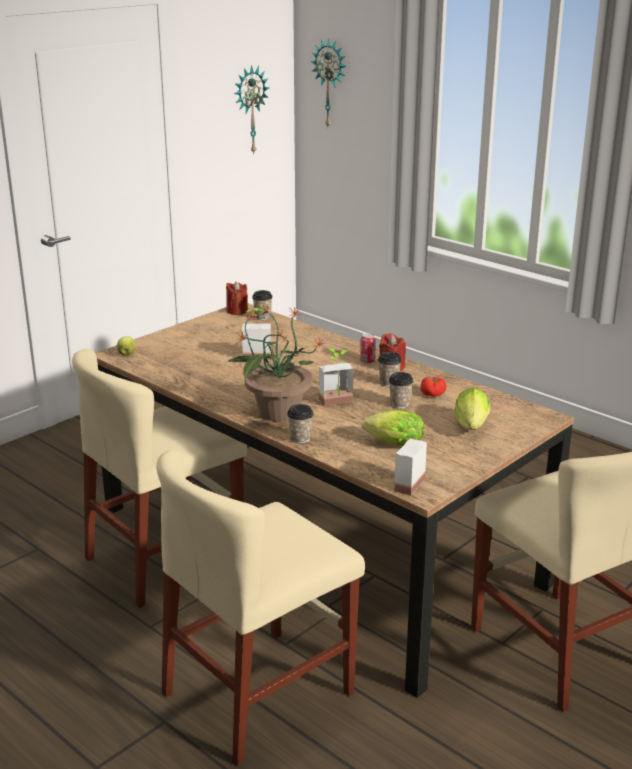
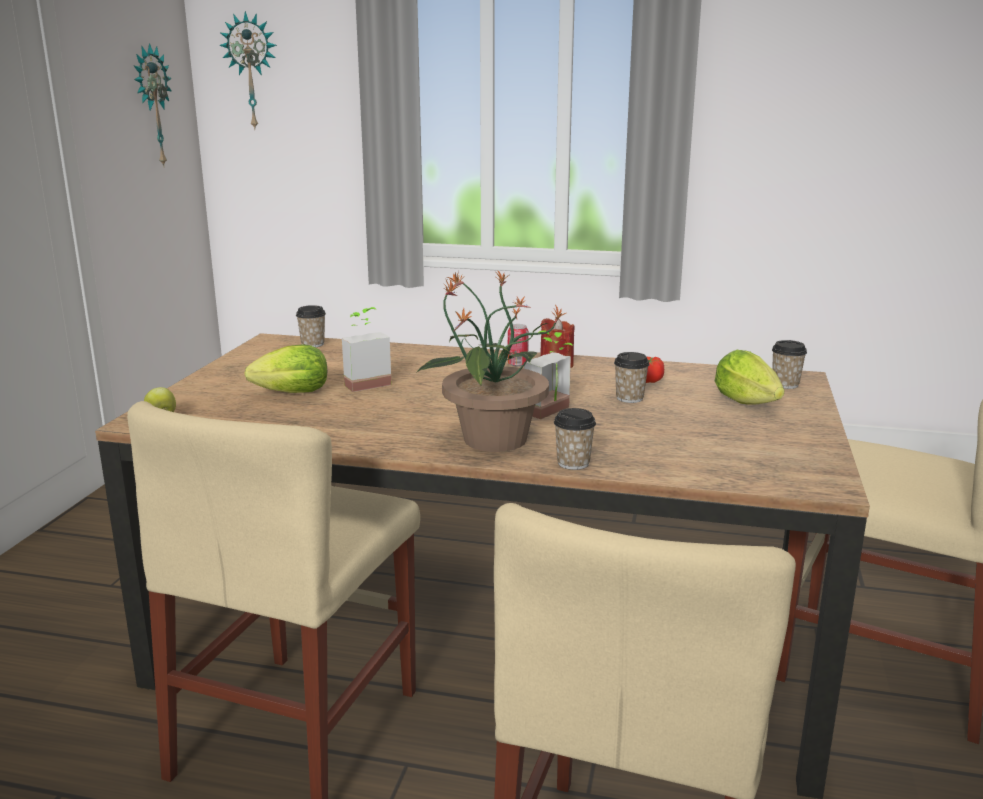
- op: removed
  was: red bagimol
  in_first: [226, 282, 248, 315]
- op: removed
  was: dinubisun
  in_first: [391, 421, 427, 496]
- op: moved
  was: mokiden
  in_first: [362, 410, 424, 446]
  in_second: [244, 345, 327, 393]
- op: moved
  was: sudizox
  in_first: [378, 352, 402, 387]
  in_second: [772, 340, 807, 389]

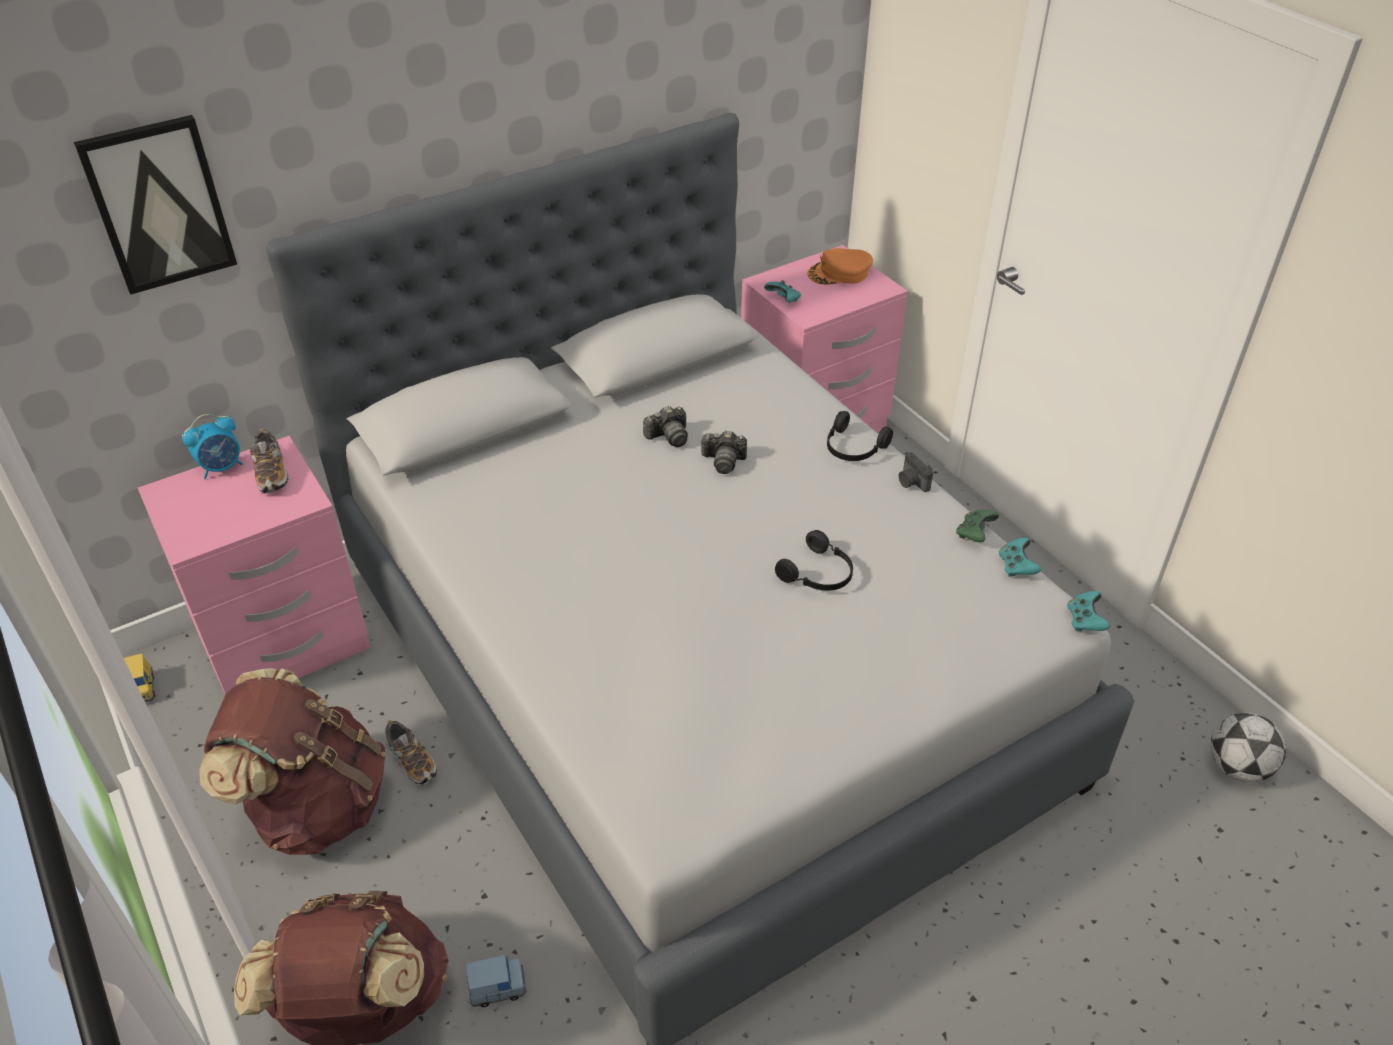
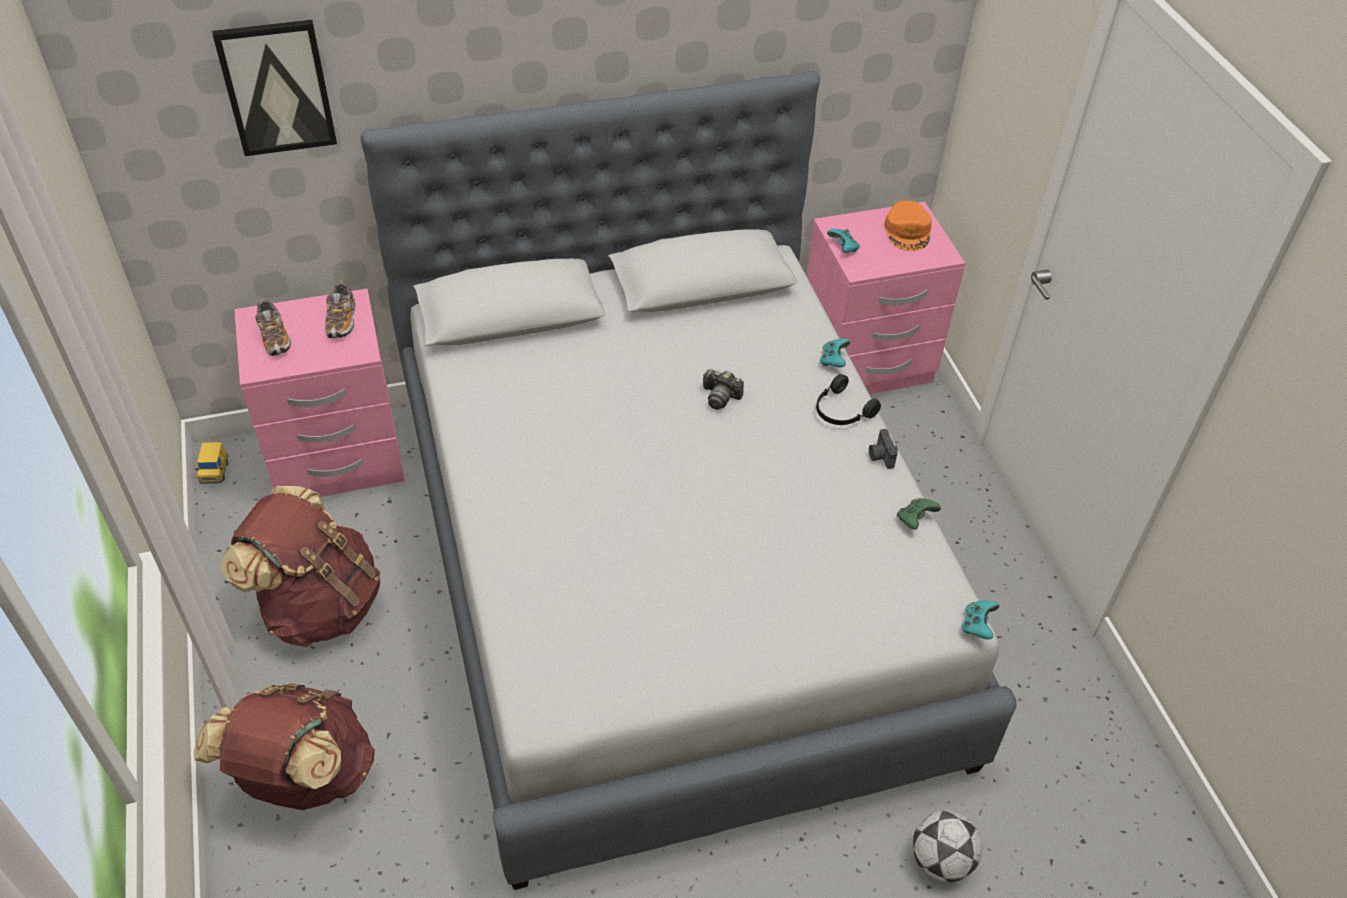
- op: removed
  was: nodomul
  in_first: [182, 414, 243, 479]
- op: removed
  was: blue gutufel
  in_first: [466, 955, 527, 1007]
- op: removed
  was: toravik
  in_first: [643, 406, 688, 447]
- op: removed
  was: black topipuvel
  in_first: [775, 530, 853, 591]
- op: moved
  was: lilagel
  in_first: [386, 720, 437, 785]
  in_second: [255, 298, 292, 356]
- op: moved
  was: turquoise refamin
  in_first: [999, 538, 1041, 577]
  in_second: [820, 339, 850, 367]
- op: moved
  was: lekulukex
  in_first: [1211, 713, 1286, 782]
  in_second: [912, 811, 982, 882]
- op: turned
  was: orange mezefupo
  in_first: [807, 248, 873, 285]
  in_second: [884, 201, 932, 251]
  clockwise: -90

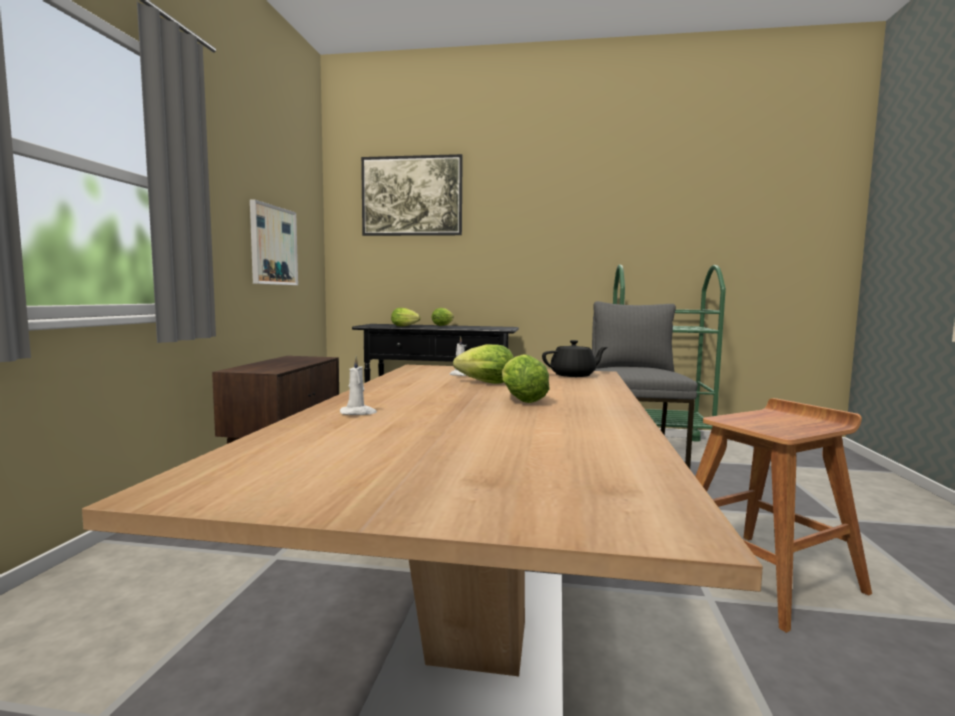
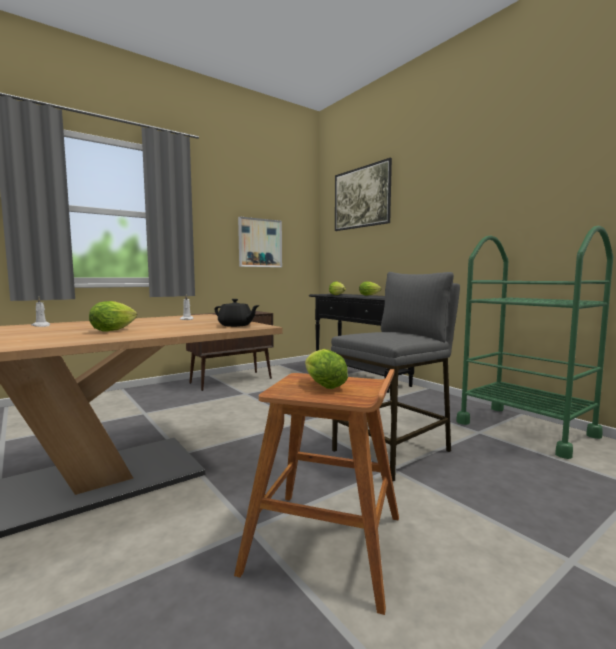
- op: moved
  was: mokiden
  in_first: [453, 344, 514, 384]
  in_second: [305, 349, 348, 389]

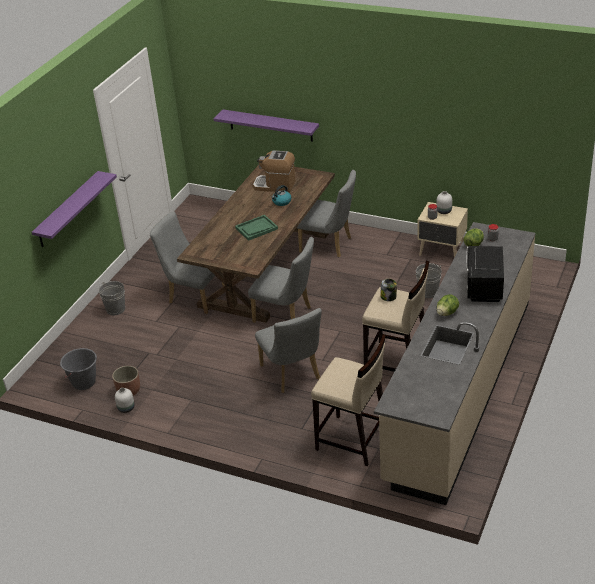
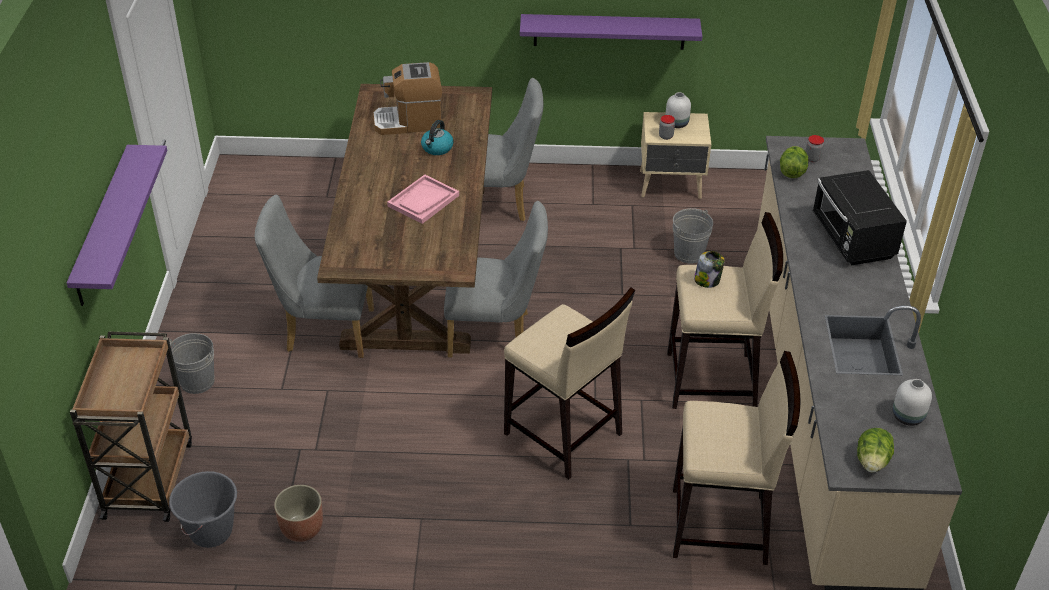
- op: added
  now: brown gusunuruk
  in_second: [70, 331, 192, 522]
- op: moved
  was: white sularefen
  in_first: [115, 388, 135, 413]
  in_second: [893, 379, 932, 426]
- op: moved
  was: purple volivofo
  in_first: [213, 109, 319, 142]
  in_second: [520, 14, 702, 50]
- op: moved
  was: mokiden
  in_first: [437, 294, 459, 316]
  in_second: [857, 428, 894, 473]
- op: replaced
  was: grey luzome
  now: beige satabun
  in_first: [255, 308, 322, 393]
  in_second: [504, 287, 635, 480]
- op: recoloured
  was: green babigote
  now: pink babigote
  in_first: [235, 215, 278, 241]
  in_second: [387, 175, 459, 224]

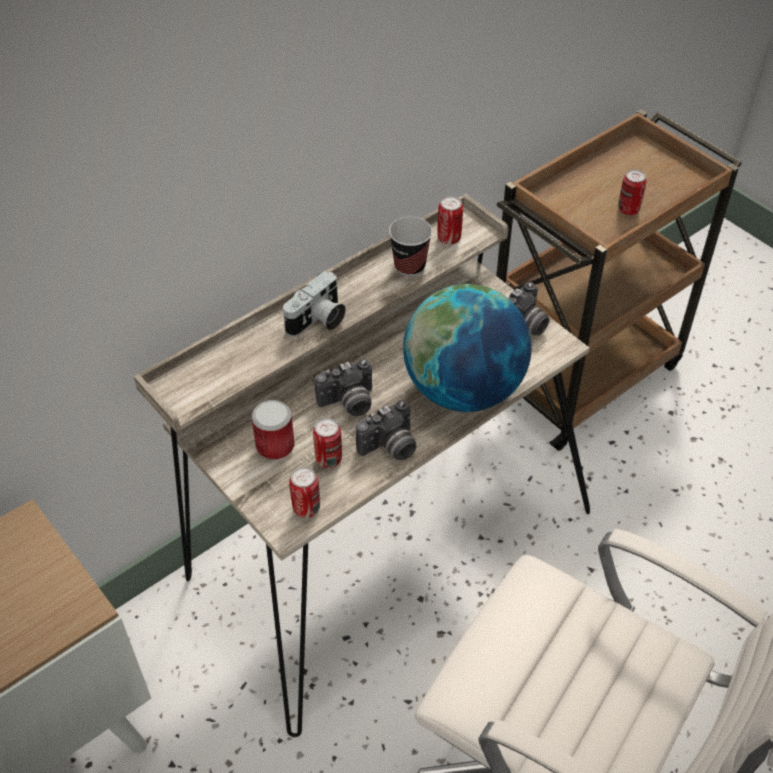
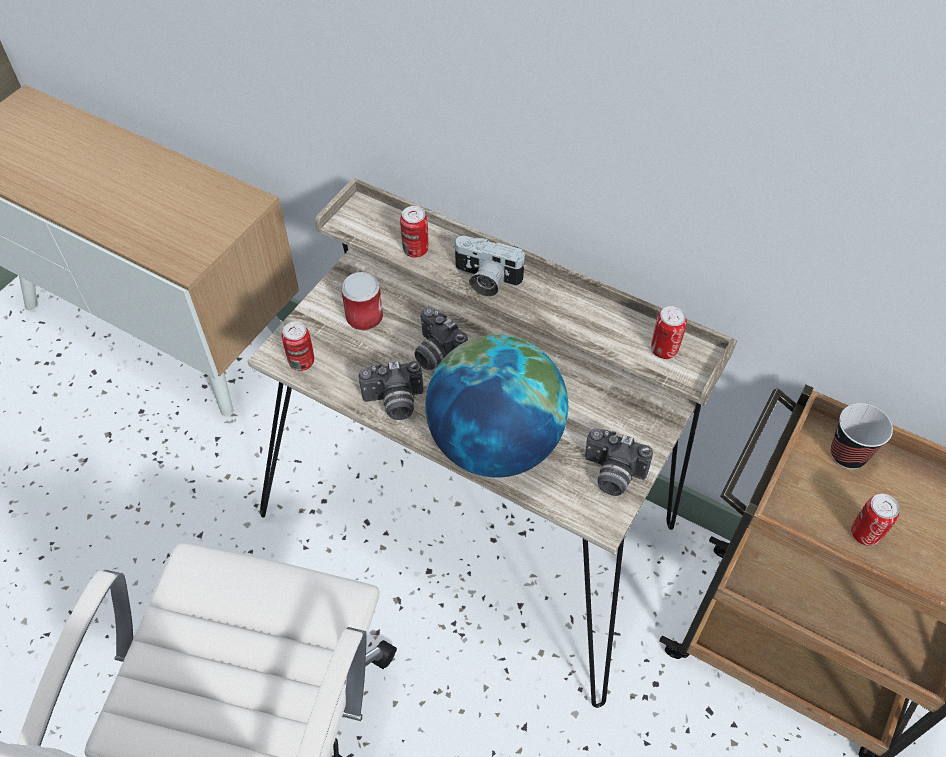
- op: moved
  was: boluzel
  in_first: [313, 418, 342, 468]
  in_second: [400, 206, 428, 258]
- op: moved
  was: sudizox
  in_first: [389, 217, 432, 276]
  in_second: [831, 403, 893, 469]
- op: turned
  was: toravik
  in_first: [356, 400, 417, 460]
  in_second: [359, 361, 424, 420]
  clockwise: -45

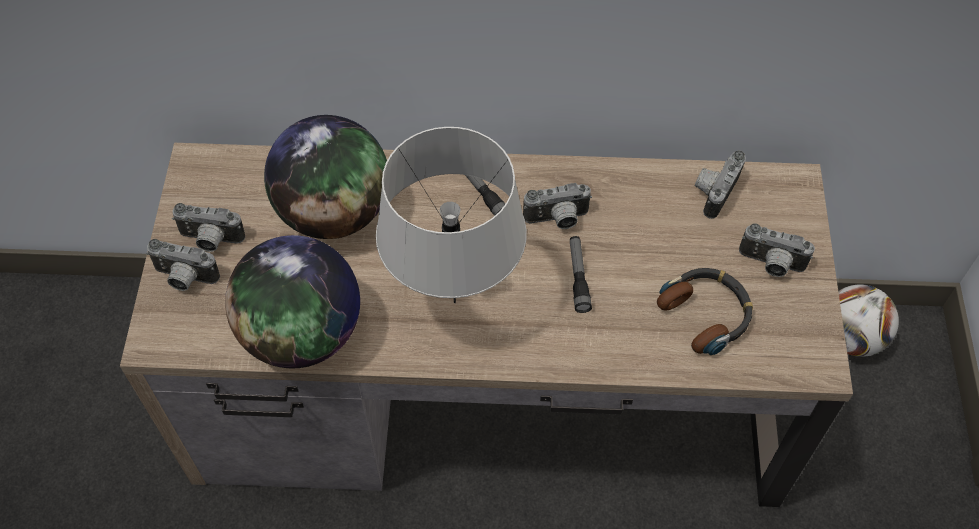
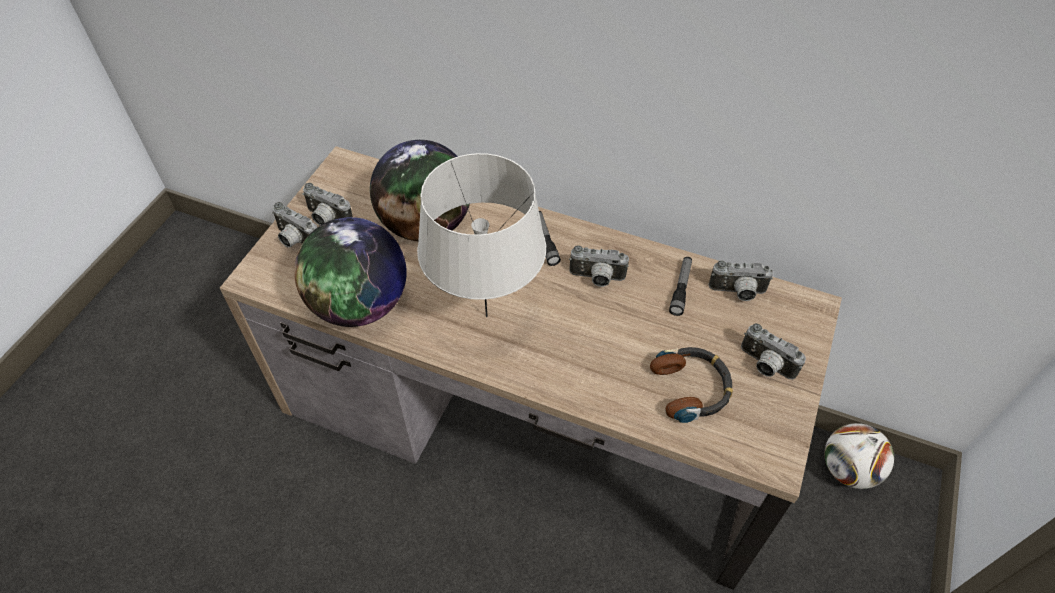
- op: moved
  was: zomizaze
  in_first: [570, 236, 592, 313]
  in_second: [669, 257, 692, 316]
- op: turned
  was: toravik
  in_first: [695, 150, 746, 219]
  in_second: [709, 260, 773, 301]
  clockwise: -135

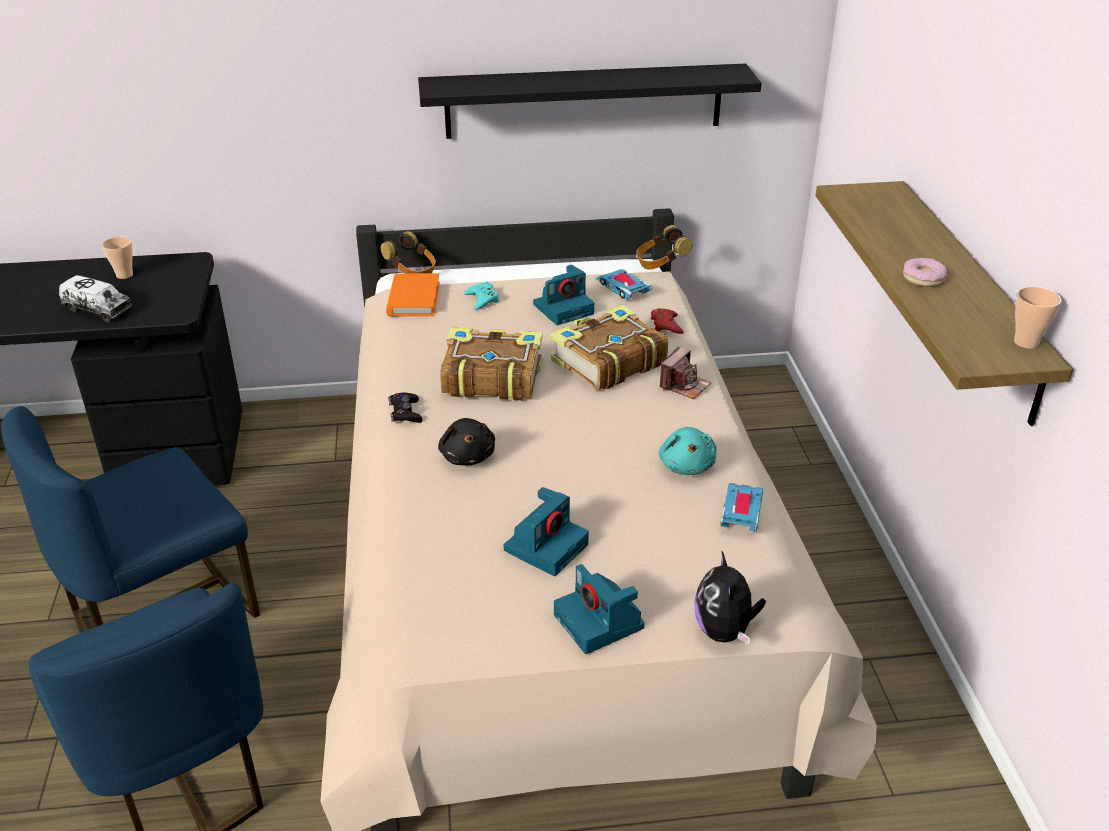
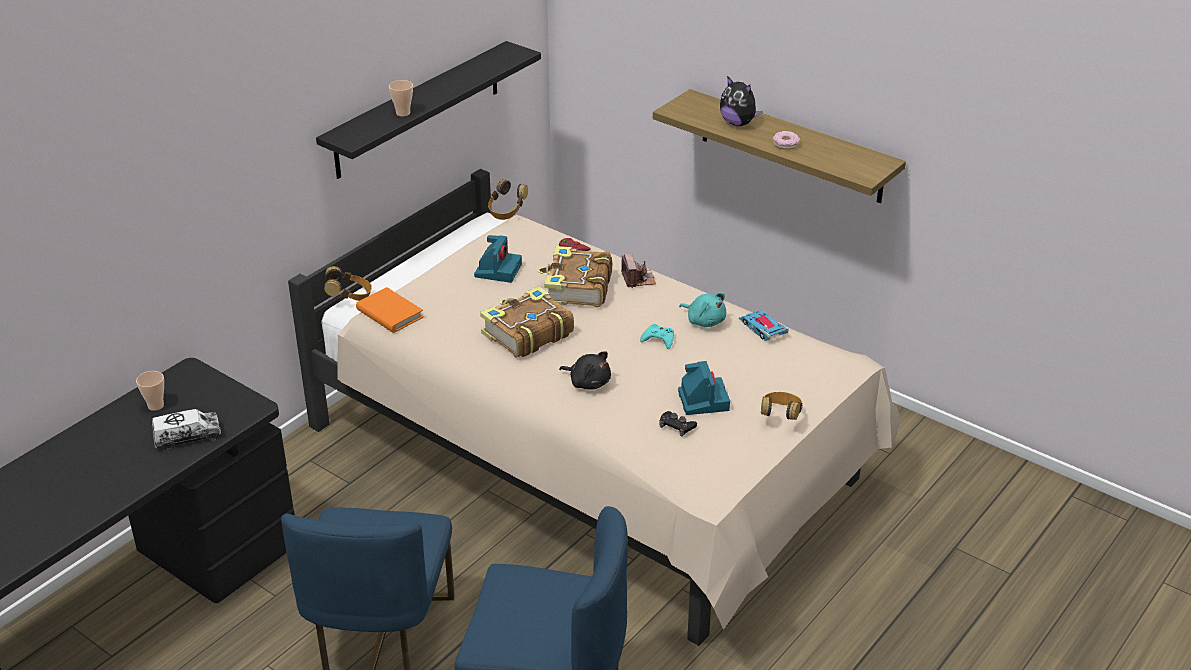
- op: removed
  was: gutufel
  in_first: [596, 269, 652, 300]
- op: moved
  was: black refamin
  in_first: [388, 393, 422, 423]
  in_second: [659, 411, 697, 436]
- op: moved
  was: turquoise refamin
  in_first: [464, 282, 499, 310]
  in_second: [640, 324, 674, 349]
- op: moved
  was: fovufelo
  in_first: [694, 550, 766, 644]
  in_second: [720, 76, 763, 126]
- op: moved
  was: sudizox
  in_first: [1014, 287, 1061, 349]
  in_second: [389, 80, 413, 117]
- op: replaced
  was: toravik
  now: topipuvel
  in_first: [554, 564, 644, 654]
  in_second: [761, 392, 803, 420]

